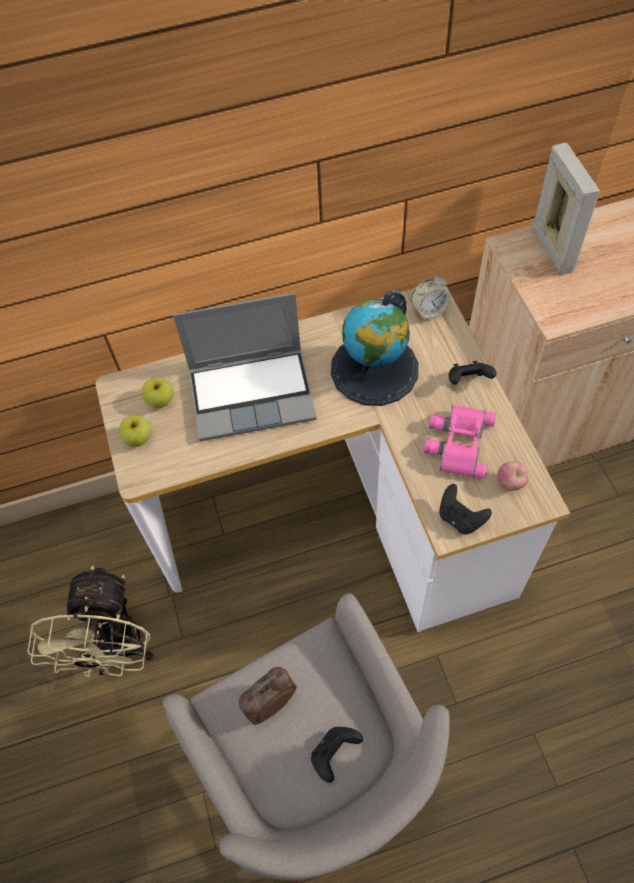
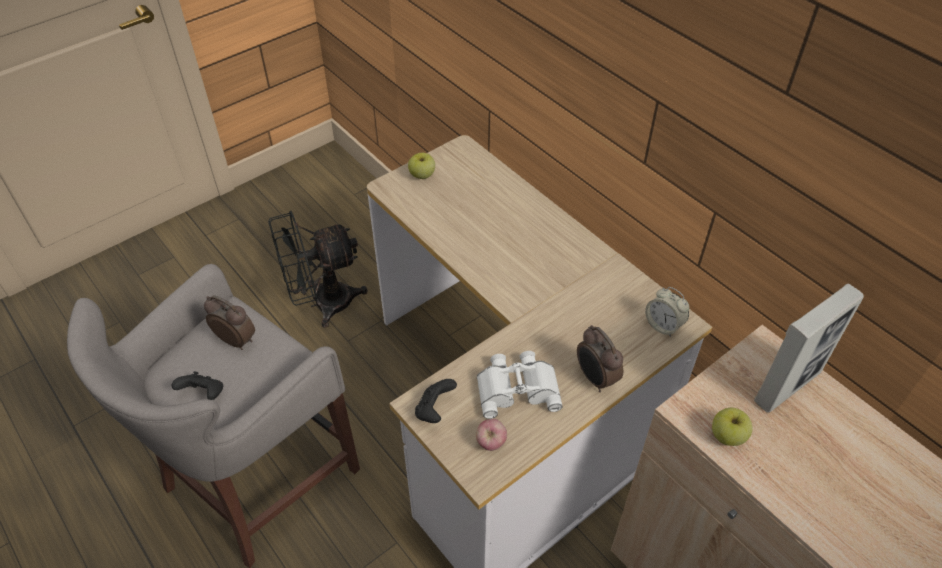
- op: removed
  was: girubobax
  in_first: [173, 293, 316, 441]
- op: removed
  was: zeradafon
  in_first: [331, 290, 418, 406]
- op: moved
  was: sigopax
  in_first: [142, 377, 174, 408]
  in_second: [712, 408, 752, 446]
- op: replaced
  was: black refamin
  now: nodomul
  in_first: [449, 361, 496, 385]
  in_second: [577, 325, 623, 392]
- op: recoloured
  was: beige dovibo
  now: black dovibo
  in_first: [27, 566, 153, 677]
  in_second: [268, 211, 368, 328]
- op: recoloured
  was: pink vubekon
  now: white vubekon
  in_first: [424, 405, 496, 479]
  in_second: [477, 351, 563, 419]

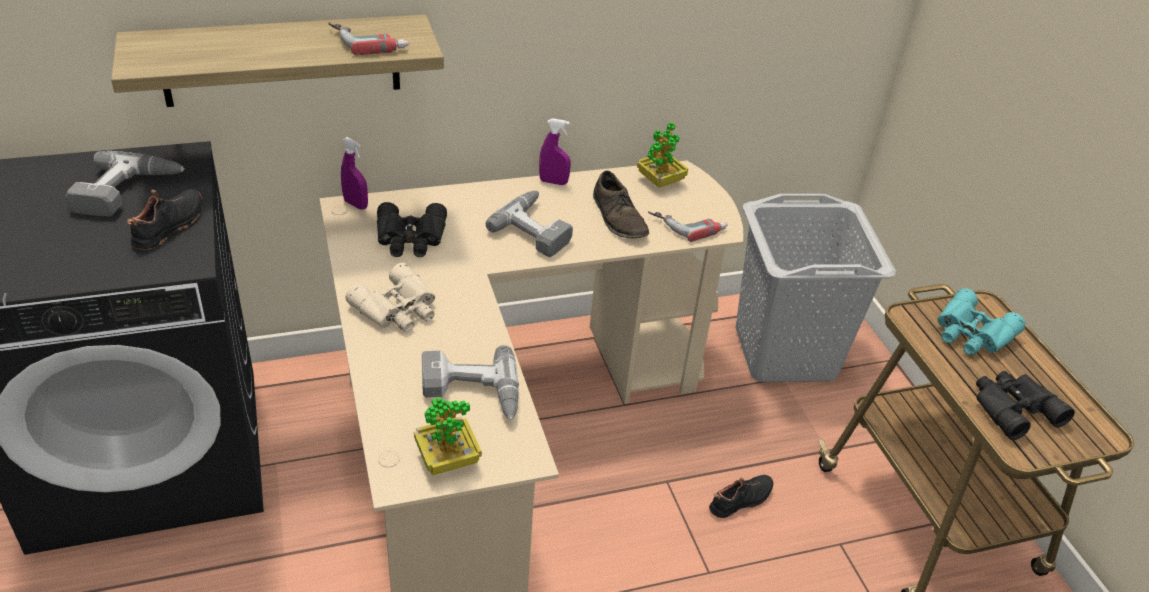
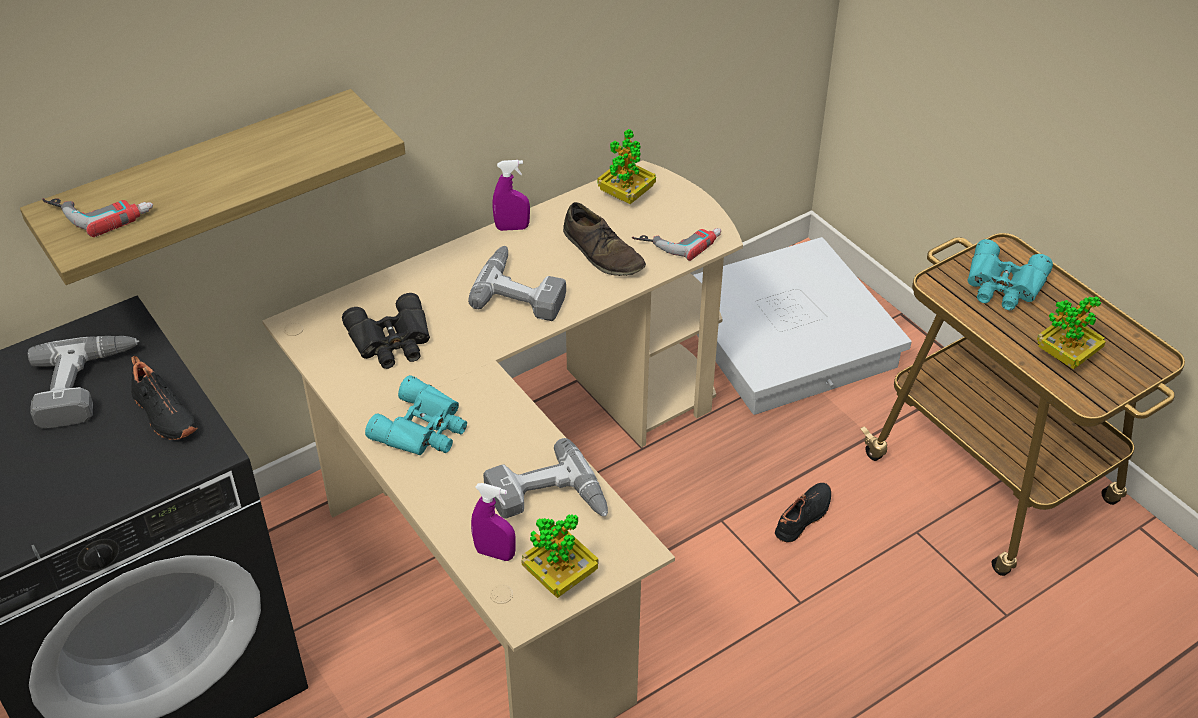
- op: moved
  was: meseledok
  in_first: [329, 22, 409, 55]
  in_second: [42, 198, 153, 237]
- op: moved
  was: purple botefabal
  in_first: [341, 137, 368, 210]
  in_second: [471, 483, 516, 561]
- op: replaced
  was: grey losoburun
  now: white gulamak
  in_first: [735, 194, 896, 382]
  in_second: [693, 237, 912, 415]
- op: replaced
  was: black vubekon
  now: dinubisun
  in_first: [976, 371, 1075, 440]
  in_second: [1037, 296, 1106, 369]
- op: recoloured
  was: beige vubekon
  now: turquoise vubekon
  in_first: [345, 263, 435, 332]
  in_second: [365, 375, 467, 455]
- op: turned
  was: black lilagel
  in_first: [127, 189, 202, 250]
  in_second: [131, 356, 198, 440]
  clockwise: 135

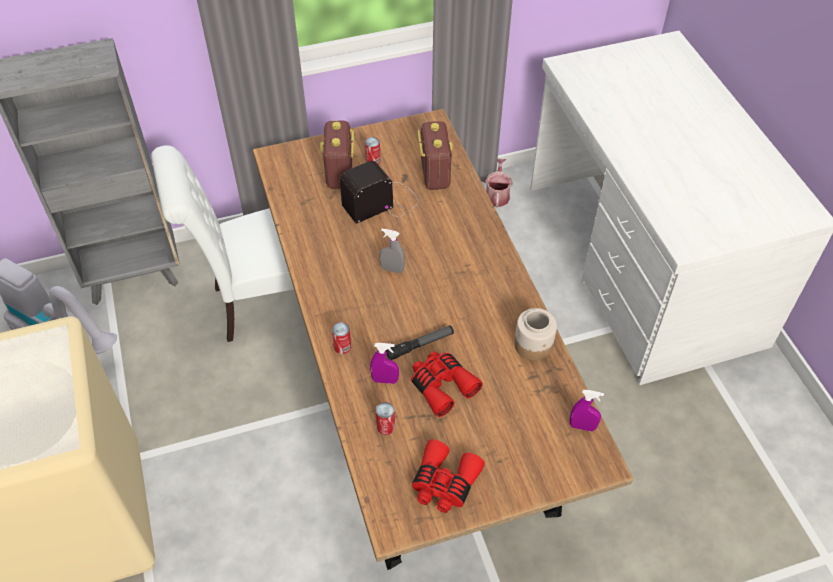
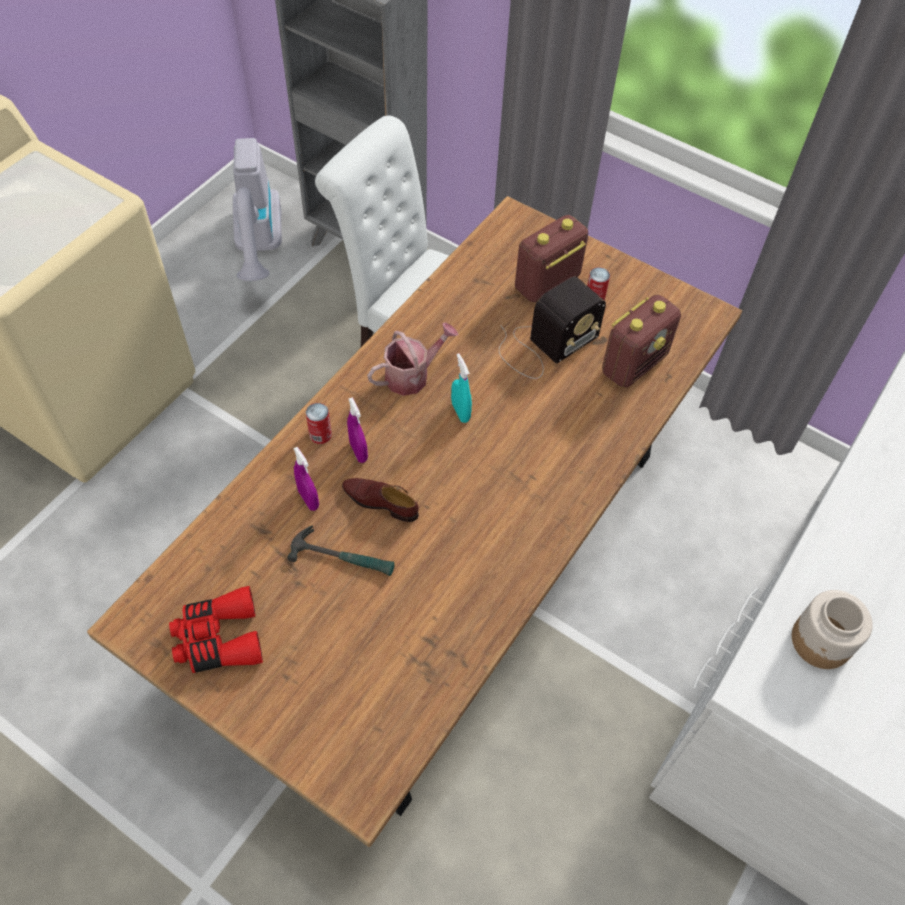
- op: removed
  was: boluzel
  in_first: [376, 402, 395, 435]
- op: moved
  was: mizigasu
  in_first: [485, 159, 513, 207]
  in_second: [367, 323, 459, 396]
- op: moved
  was: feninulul
  in_first: [514, 308, 557, 361]
  in_second: [792, 590, 873, 669]
- op: moved
  was: purple botefabal
  in_first: [570, 390, 604, 432]
  in_second: [347, 397, 368, 463]
- op: replaced
  was: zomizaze
  now: brown lilagel
  in_first: [386, 325, 454, 360]
  in_second: [342, 478, 419, 522]
- op: replaced
  was: red vubekon
  now: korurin
  in_first: [411, 351, 483, 417]
  in_second: [287, 525, 395, 576]
- op: recoloured
  was: grey botefabal
  now: turquoise botefabal
  in_first: [379, 229, 405, 273]
  in_second: [451, 353, 472, 423]
- op: turned
  was: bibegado
  in_first: [340, 161, 418, 224]
  in_second: [499, 276, 606, 379]
  clockwise: 120

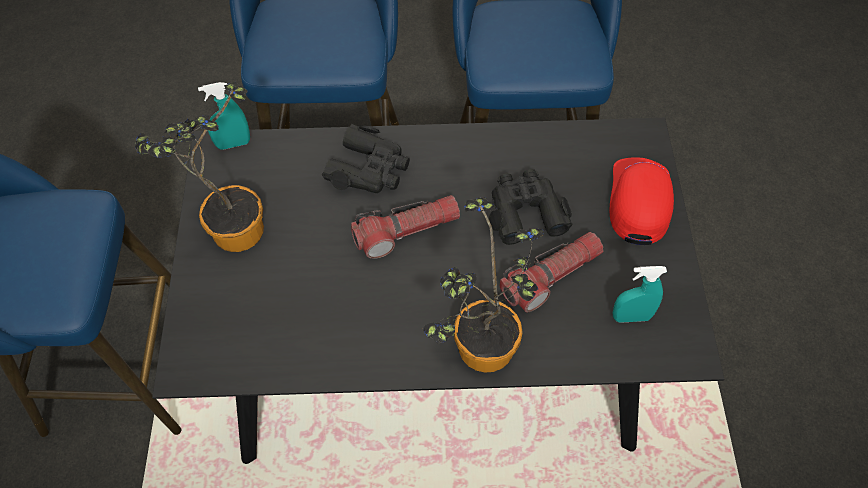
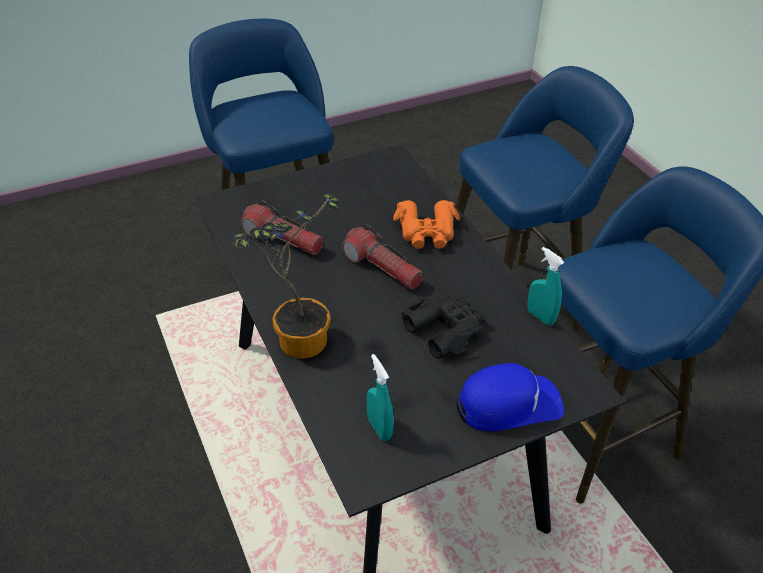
- op: removed
  was: dinubisun
  in_first: [135, 82, 264, 252]
- op: moved
  was: turquoise botefabal
  in_first: [198, 82, 250, 150]
  in_second: [527, 247, 564, 325]
- op: moved
  was: zomizaze
  in_first: [499, 232, 603, 312]
  in_second: [241, 200, 324, 255]
- op: recoloured
  was: black vubekon
  now: orange vubekon
  in_first: [322, 124, 410, 193]
  in_second: [393, 200, 460, 249]
- op: recoloured
  was: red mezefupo
  now: blue mezefupo
  in_first: [610, 157, 674, 245]
  in_second: [457, 363, 564, 431]

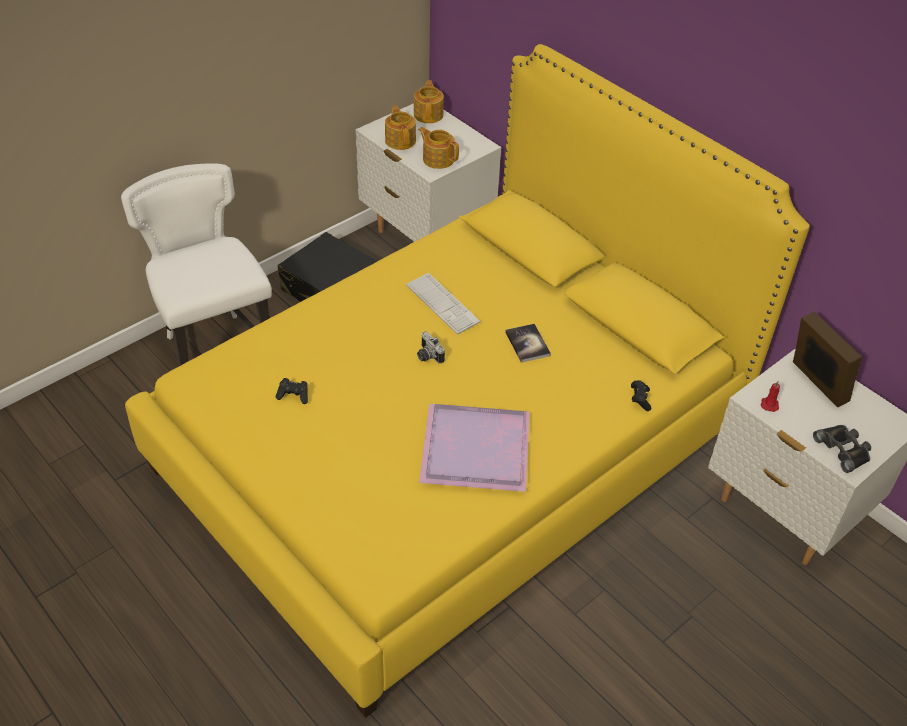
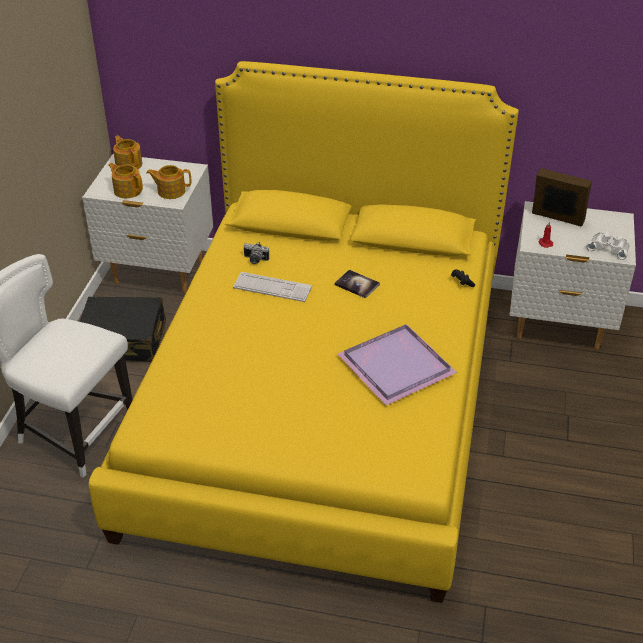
- op: removed
  was: black refamin
  in_first: [276, 378, 308, 404]
- op: moved
  was: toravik
  in_first: [417, 332, 445, 364]
  in_second: [244, 242, 269, 264]
- op: recoloured
  was: black vubekon
  now: white vubekon
  in_first: [813, 425, 871, 473]
  in_second: [586, 232, 630, 260]

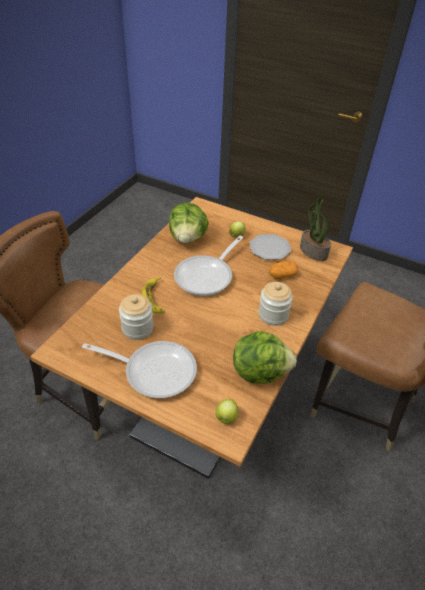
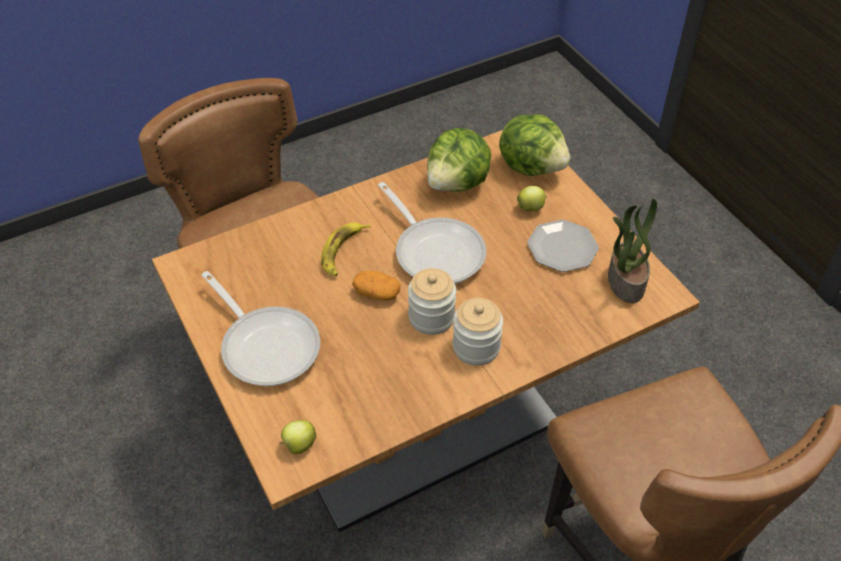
- op: moved
  was: feninulul
  in_first: [119, 294, 154, 340]
  in_second: [408, 268, 456, 335]
- op: moved
  was: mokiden
  in_first: [233, 331, 297, 384]
  in_second: [499, 114, 570, 176]
- op: moved
  was: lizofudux
  in_first: [269, 262, 298, 279]
  in_second: [352, 271, 401, 300]
- op: turned
  was: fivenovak
  in_first: [174, 236, 243, 296]
  in_second: [378, 182, 486, 284]
  clockwise: -105

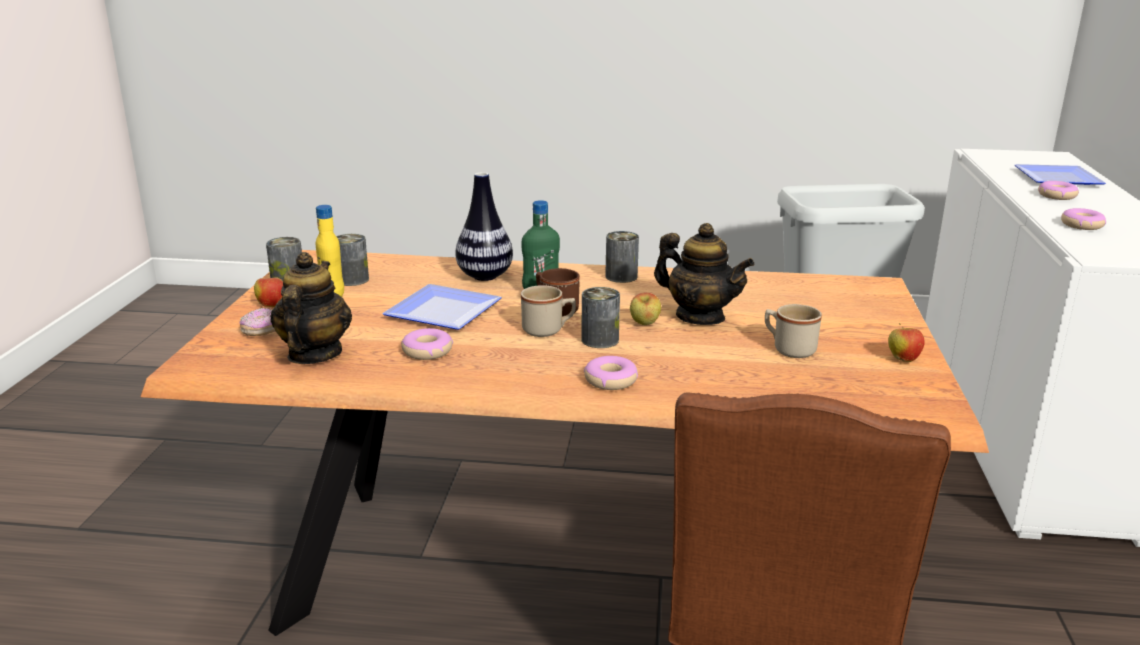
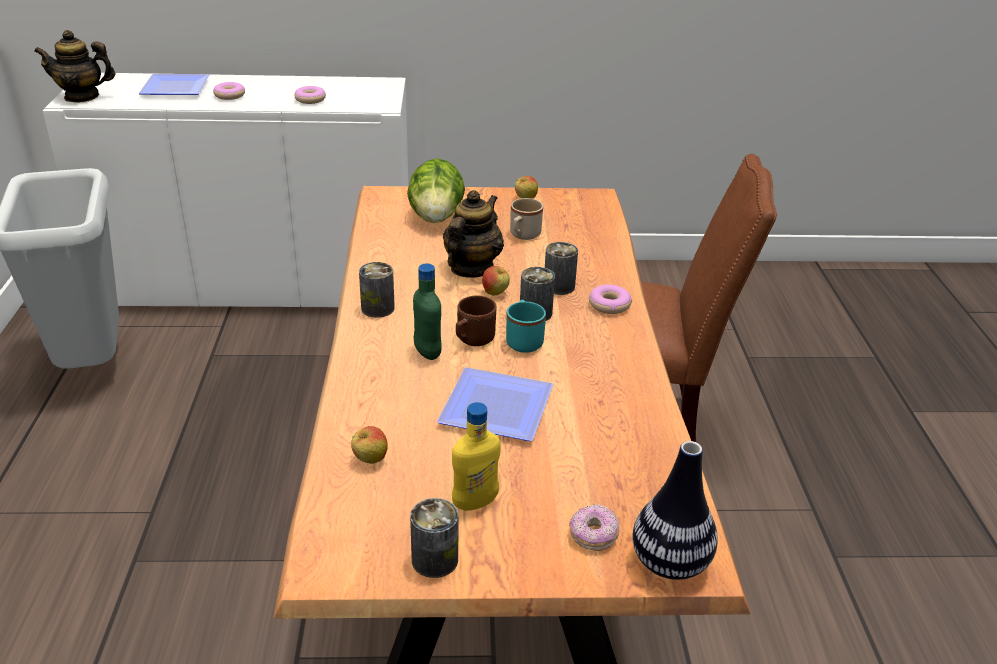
- op: removed
  was: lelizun
  in_first: [401, 328, 453, 360]
- op: added
  now: mokiden
  in_second: [407, 158, 465, 223]
- op: moved
  was: sigopax
  in_first: [254, 273, 283, 307]
  in_second: [351, 426, 388, 464]
- op: moved
  was: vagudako
  in_first: [270, 252, 352, 364]
  in_second: [34, 30, 116, 103]
- op: moved
  was: boluzel
  in_first: [336, 234, 369, 286]
  in_second: [545, 242, 578, 295]
- op: moved
  was: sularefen
  in_first: [455, 172, 513, 281]
  in_second: [633, 441, 718, 580]
- op: recoloured
  was: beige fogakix
  now: turquoise fogakix
  in_first: [521, 285, 576, 337]
  in_second: [506, 300, 546, 353]

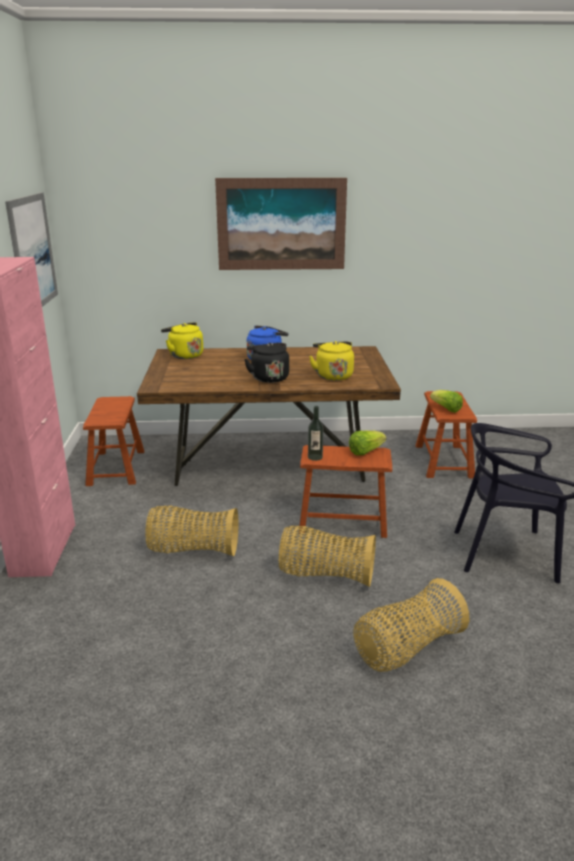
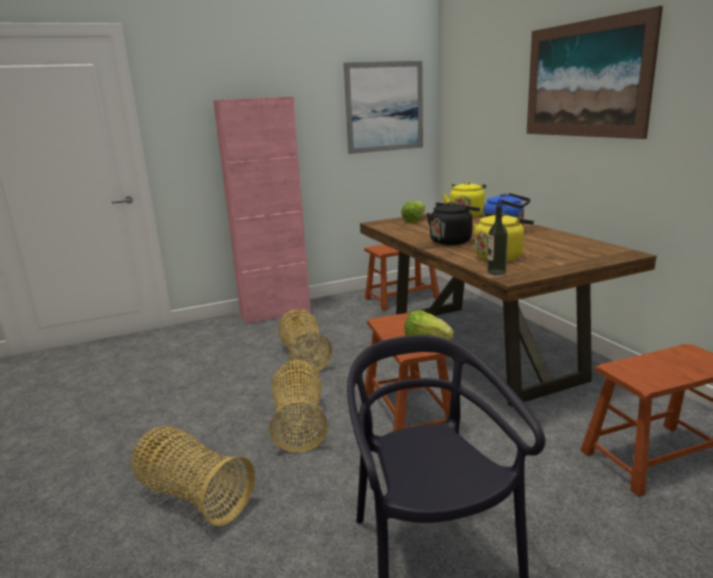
- op: moved
  was: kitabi
  in_first: [308, 406, 323, 461]
  in_second: [487, 205, 508, 275]
- op: moved
  was: mokiden
  in_first: [430, 390, 463, 413]
  in_second: [401, 201, 425, 223]

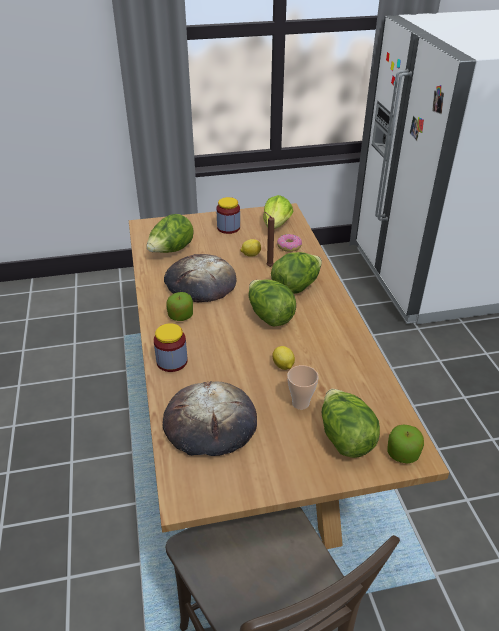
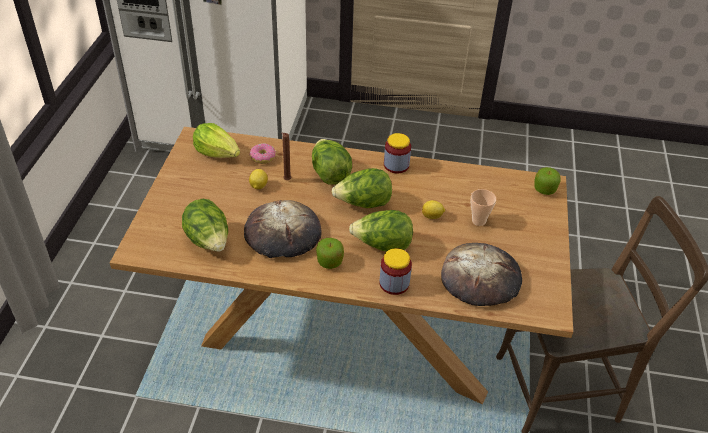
- op: moved
  was: feninulul
  in_first: [216, 197, 240, 234]
  in_second: [384, 133, 411, 174]
- op: moved
  was: mokiden
  in_first: [322, 389, 380, 458]
  in_second: [349, 210, 413, 252]

